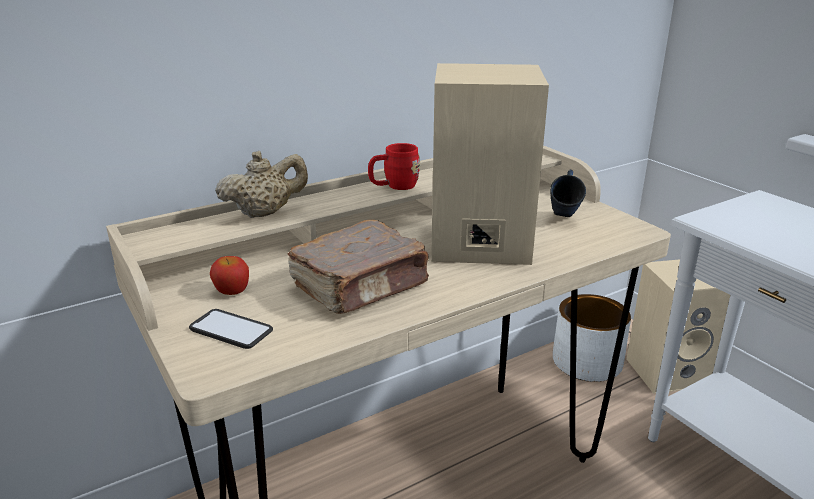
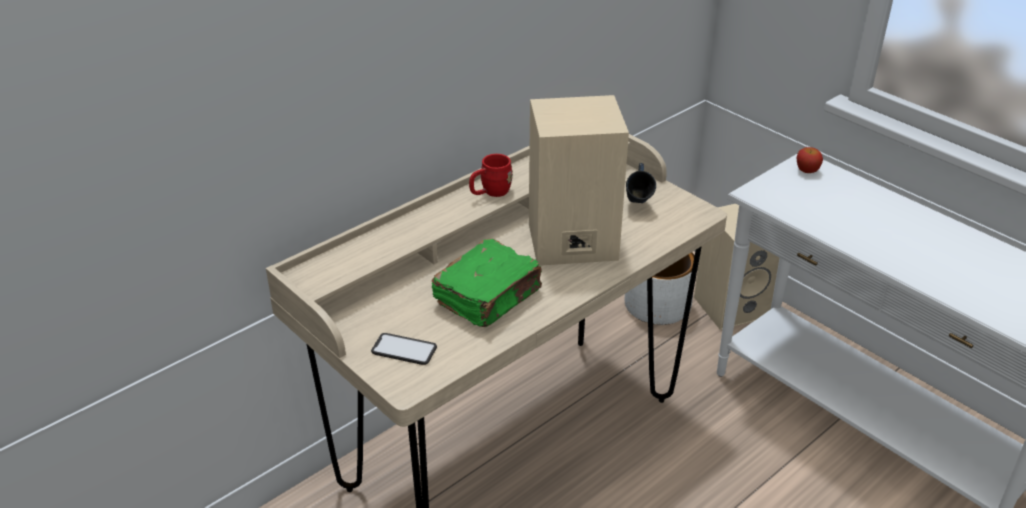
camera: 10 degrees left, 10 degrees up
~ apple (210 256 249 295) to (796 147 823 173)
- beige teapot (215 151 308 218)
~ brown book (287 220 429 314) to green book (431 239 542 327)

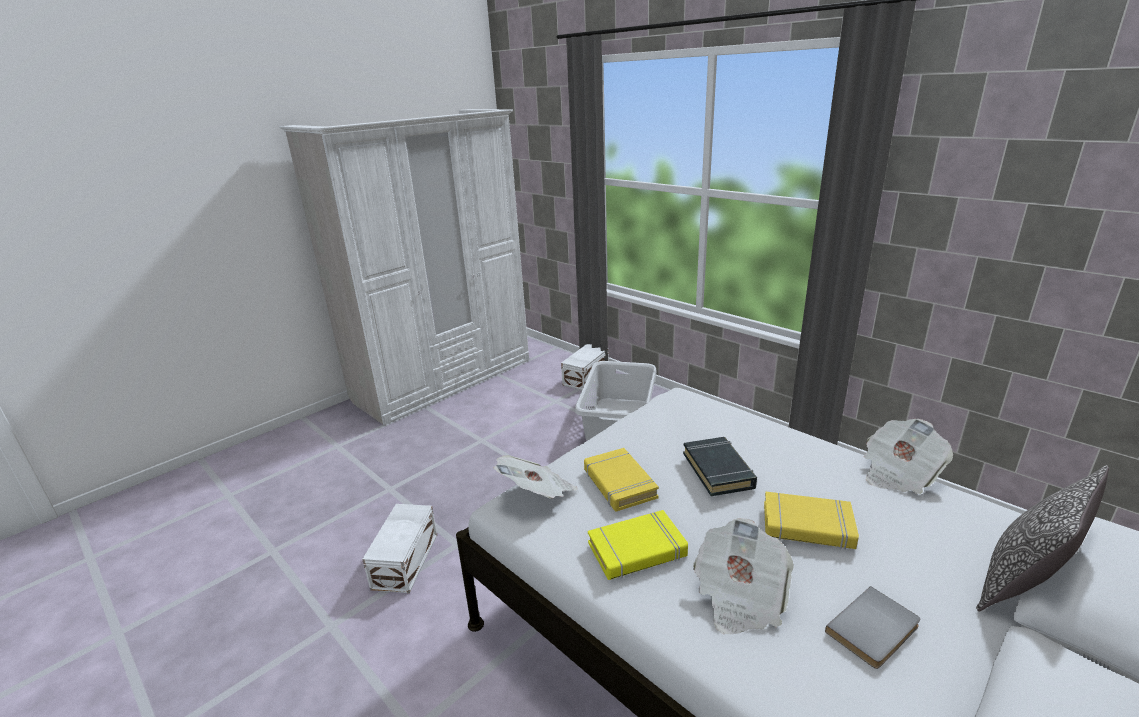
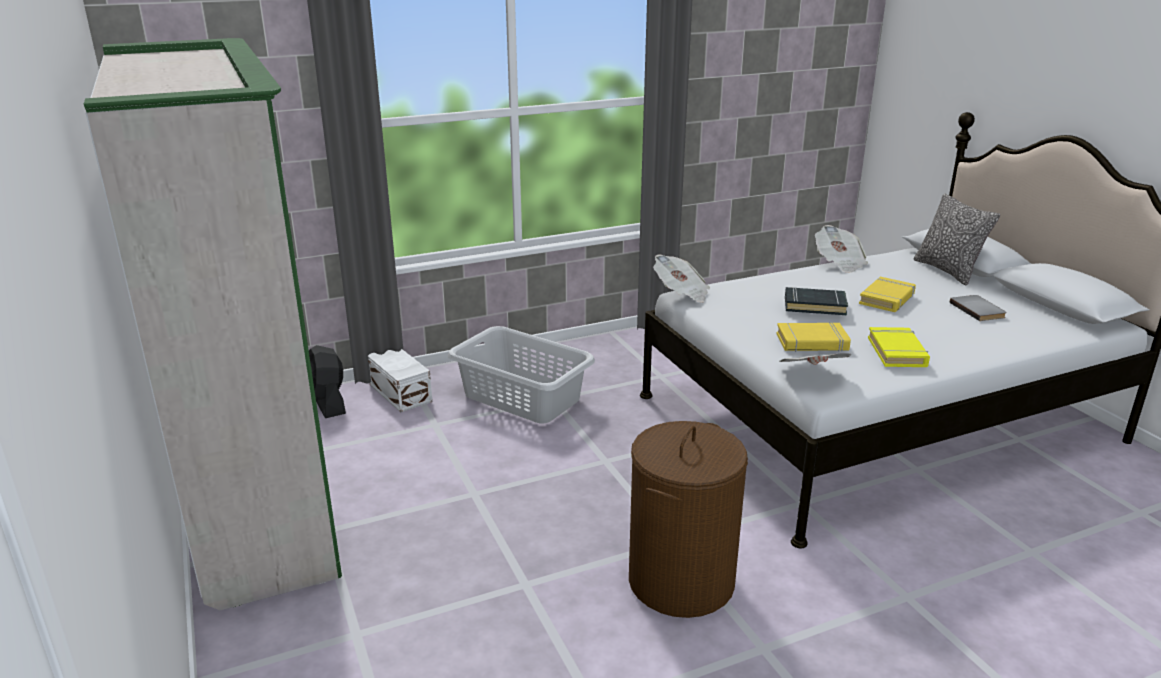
camera: 70 degrees left, 0 degrees up
~ white wardrobe (279 109 529 425) to green wardrobe (84 38 342 610)
~ white storage box (362 504 437 593) to brown laundry basket (629 421 748 618)
~ newspaper (693 518 794 634) to (654 254 710 303)
+ black fan (309 345 346 418)

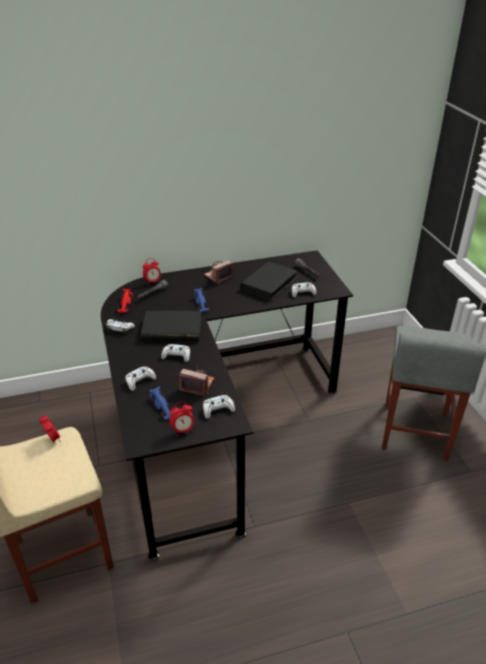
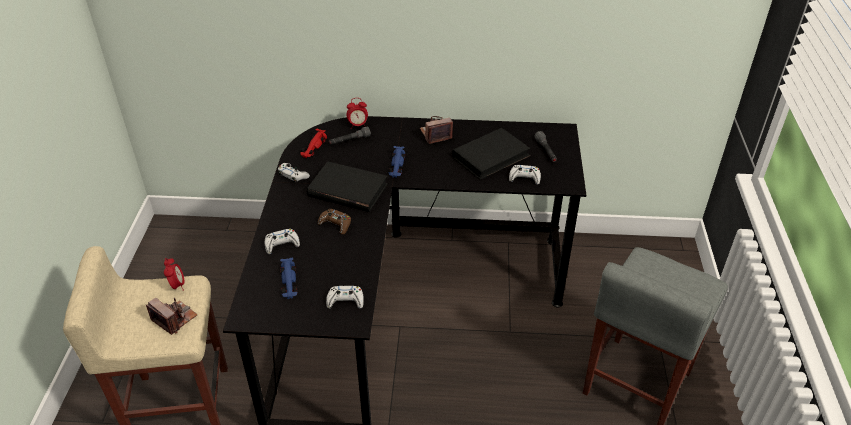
camera: 20 degrees right, 5 degrees up
~ white game controller (161 344 190 362) to brown game controller (317 209 351 235)
- alarm clock (169 402 194 436)
~ photo camera (179 366 214 396) to (146 298 198 335)

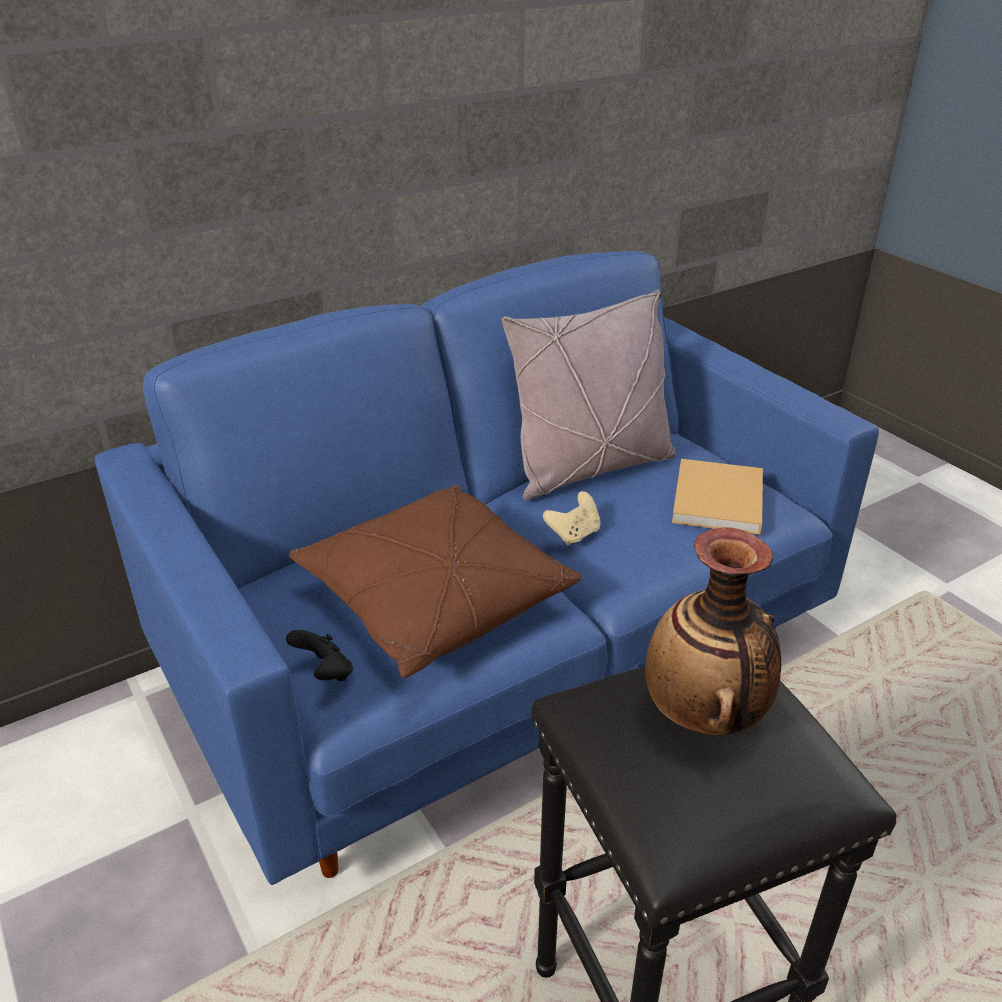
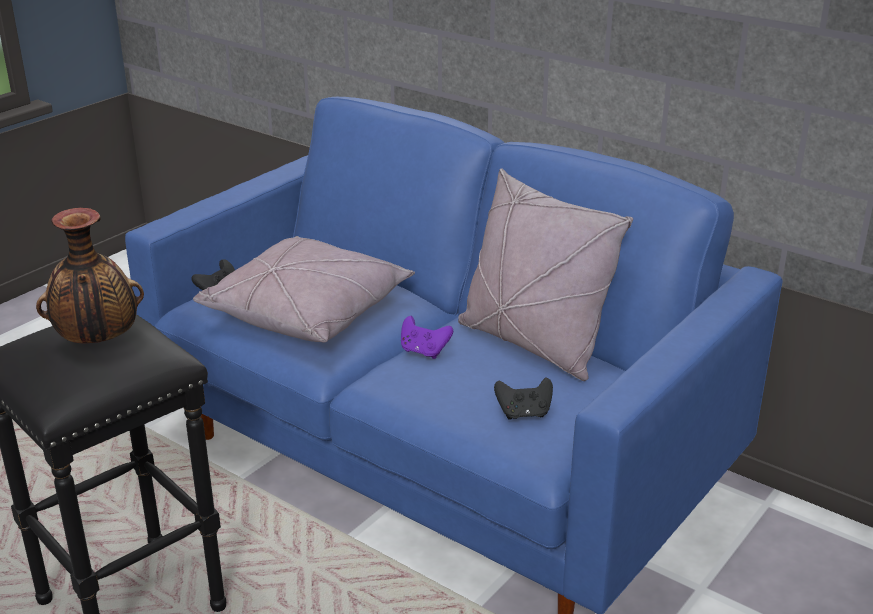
camera: 70 degrees right, 5 degrees down
~ brown pillow (289 485 581 678) to purple pillow (193 236 415 342)
~ beige game controller (543 491 601 545) to purple game controller (401 316 453 359)
~ beige book (672 459 763 535) to black game controller (494 378 553 420)

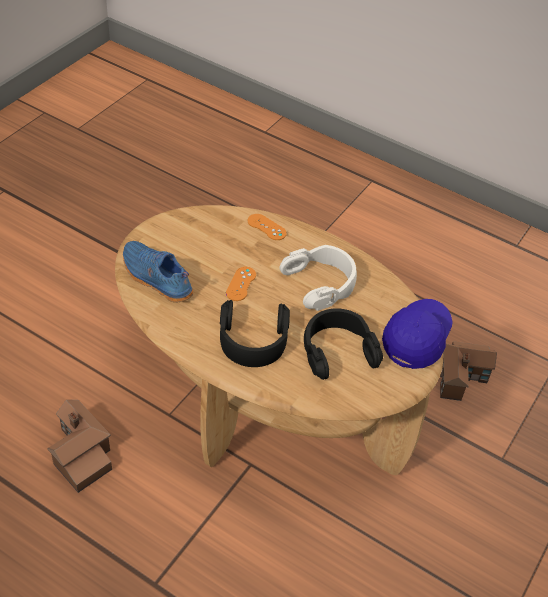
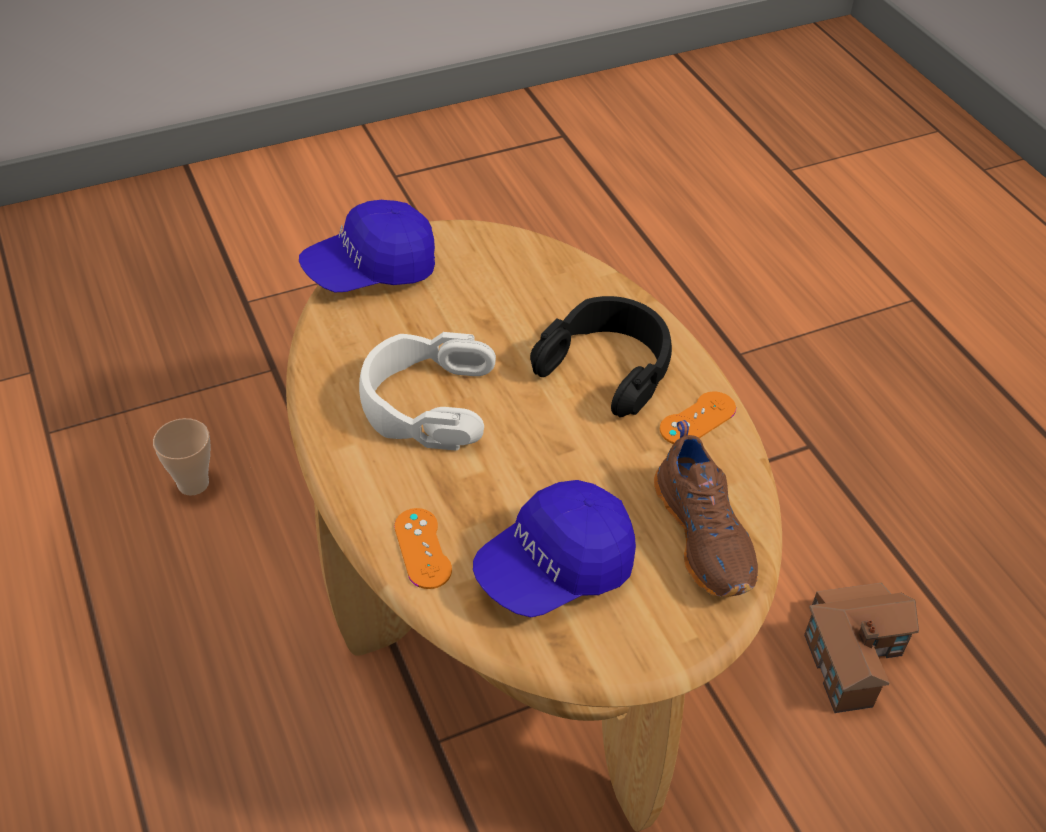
camera: 145 degrees left, 0 degrees up
~ blue shoe (123 241 194 303) to brown shoe (654 420 758 597)
~ orange game controller (226 267 256 301) to (660 392 736 444)
- black headphones (304 308 383 380)
~ toy house (440 341 497 401) to cup (153 418 211 495)
+ blue cap (473 480 636 617)

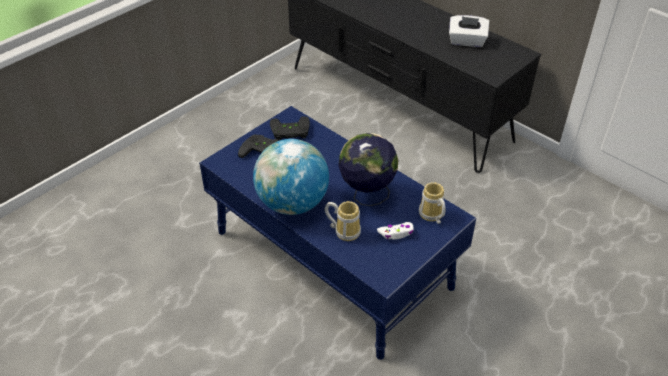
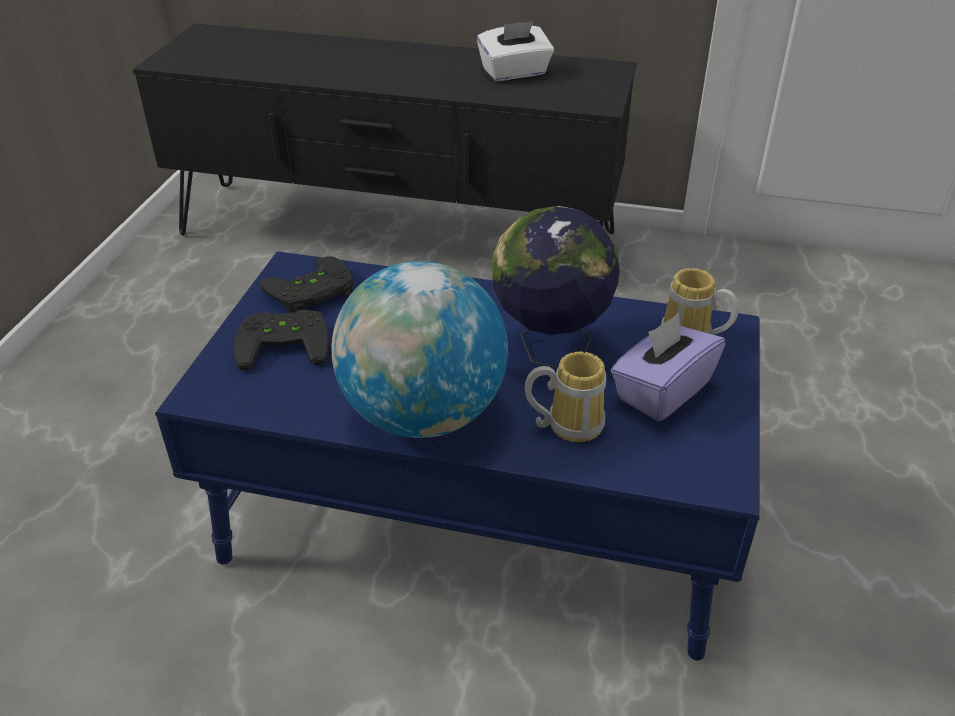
camera: 30 degrees left, 5 degrees down
~ white game controller (377 222 414 240) to purple tissue box (611 313 726 421)

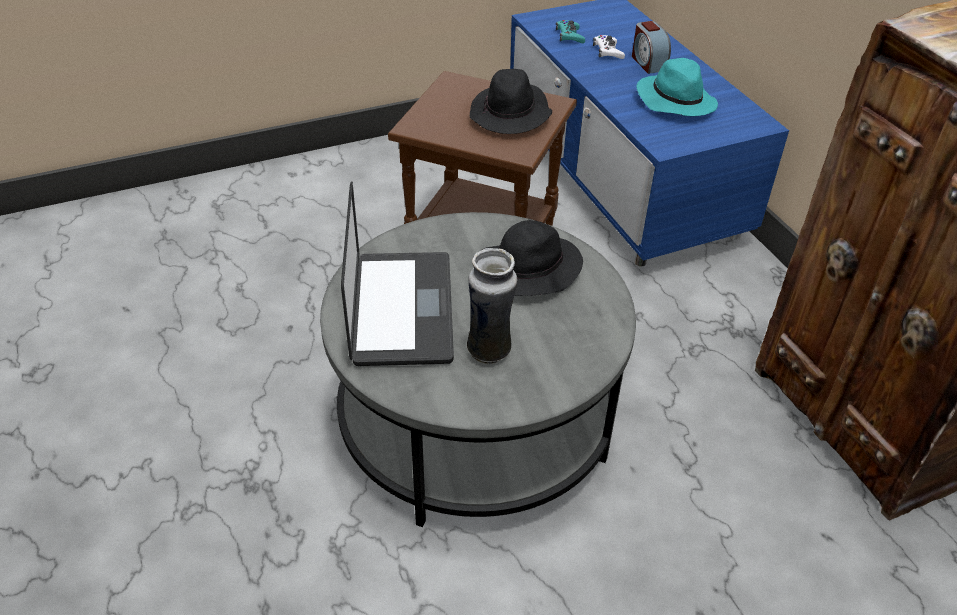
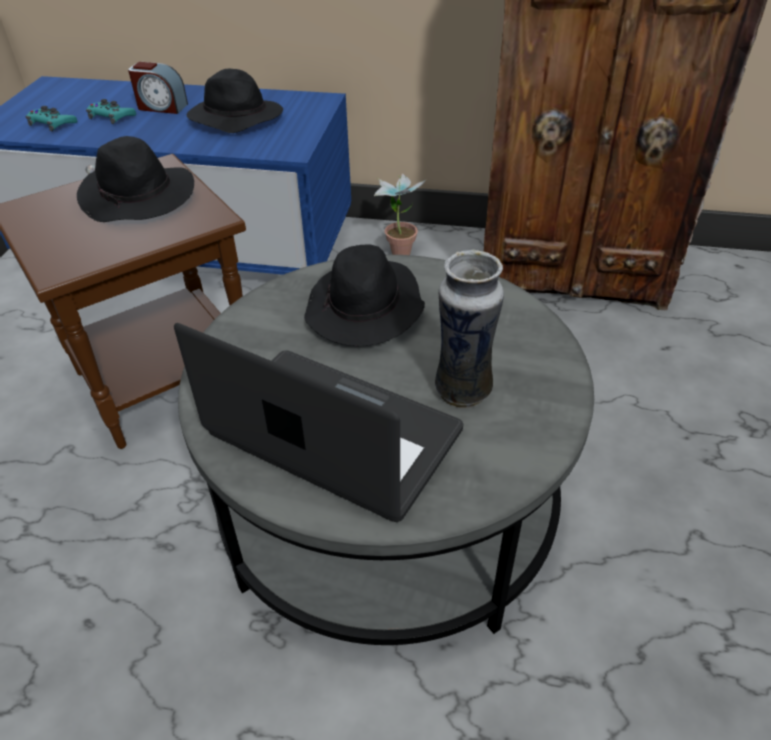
camera: 55 degrees left, 0 degrees up
~ white game controller (593 35 625 59) to turquoise game controller (86 99 136 124)
~ turquoise hat (636 58 718 116) to black hat (187 69 283 133)
+ potted plant (374 173 426 255)

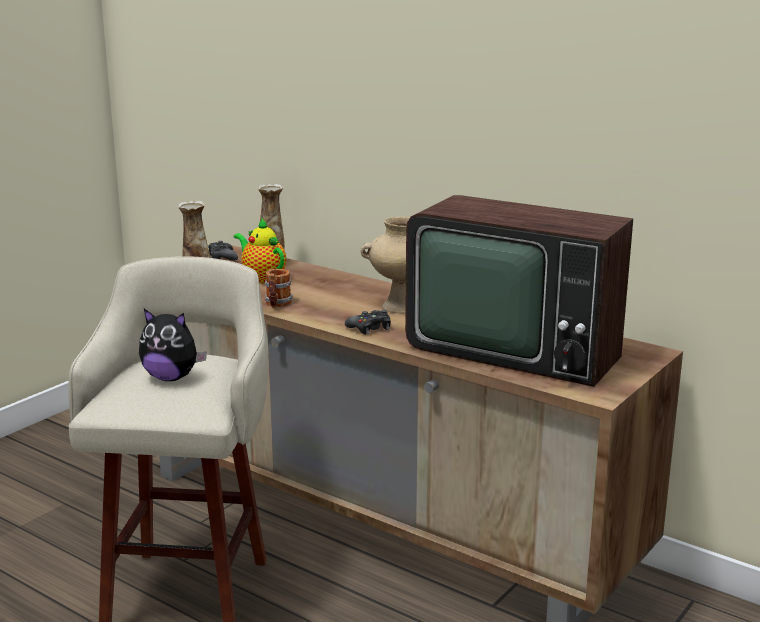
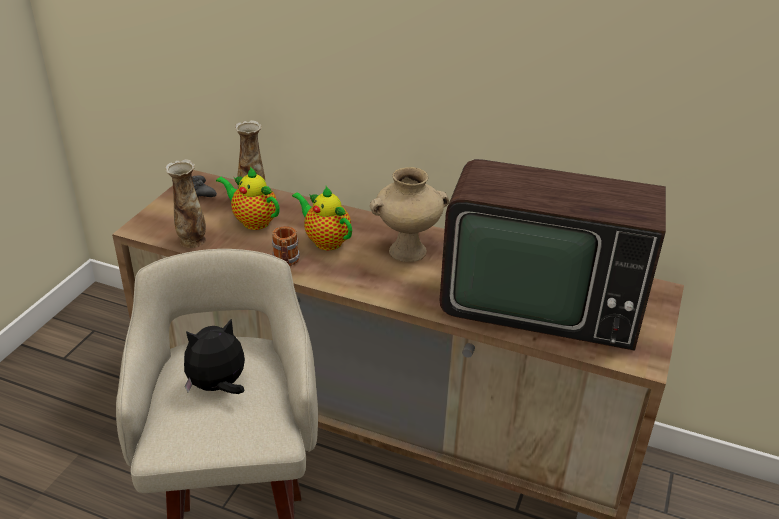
camera: 15 degrees left, 15 degrees up
~ plush toy (139 309 207 381) = (184 318 245 394) 150 degrees clockwise
- black game controller (345 310 391 335)
+ teapot (292 186 352 250)

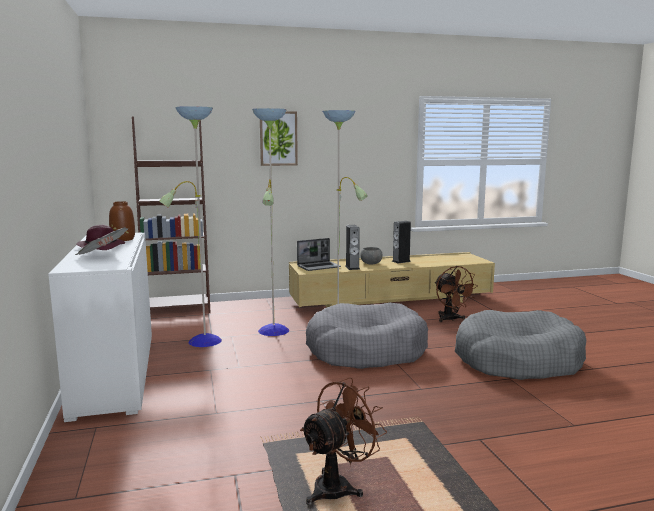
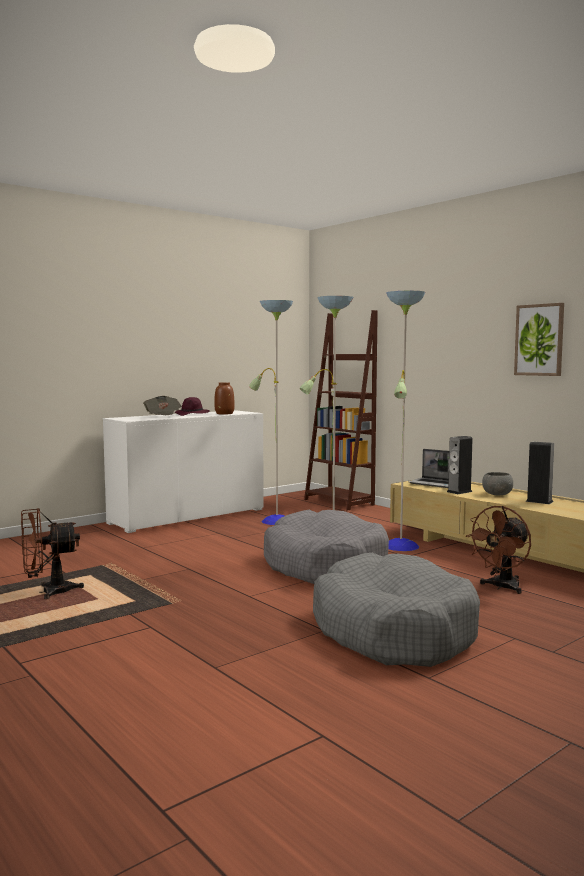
camera: 65 degrees right, 5 degrees down
~ picture (260 111 298 166) to (514 303 564 376)
~ brown fan (300 377 387 505) = (21 508 84 599) 135 degrees clockwise

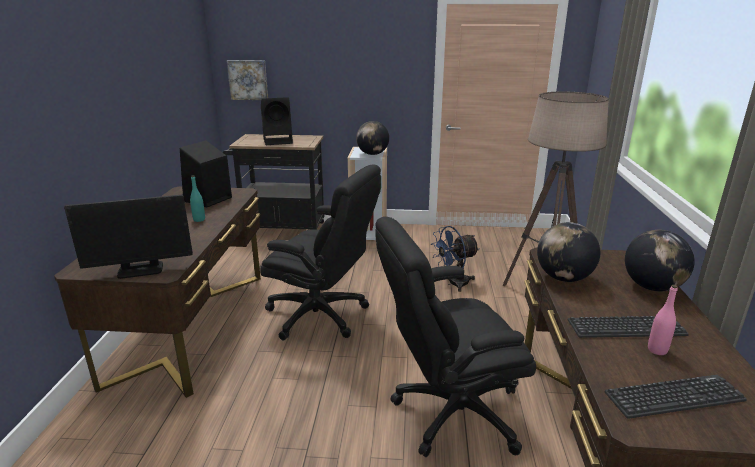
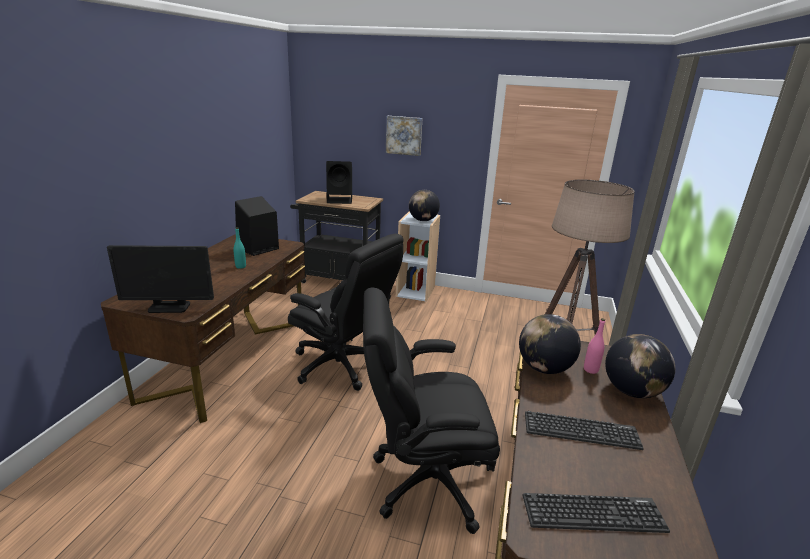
camera: 10 degrees right, 0 degrees up
~ picture (227 60 268 100) to (386 116 423 156)
- blue fan (431 226 479 292)
~ pink bottle (648 285 677 355) to (584 318 605 374)

